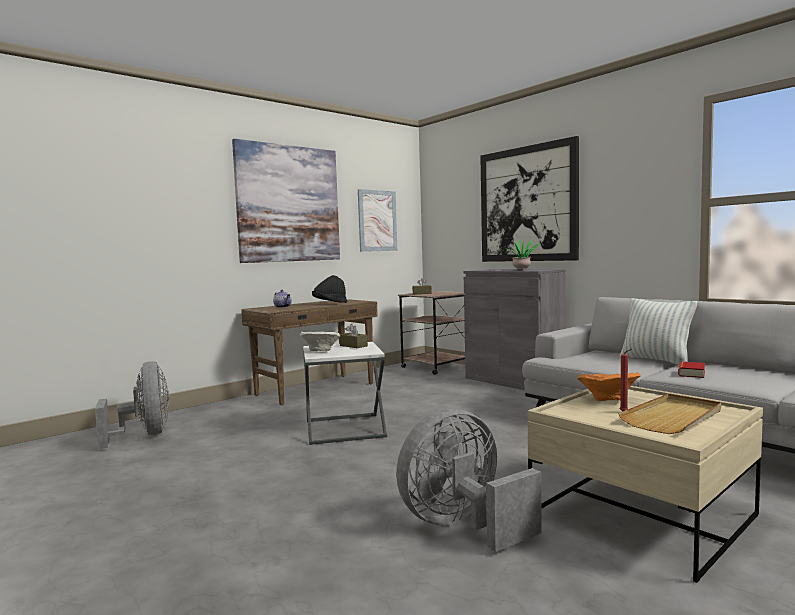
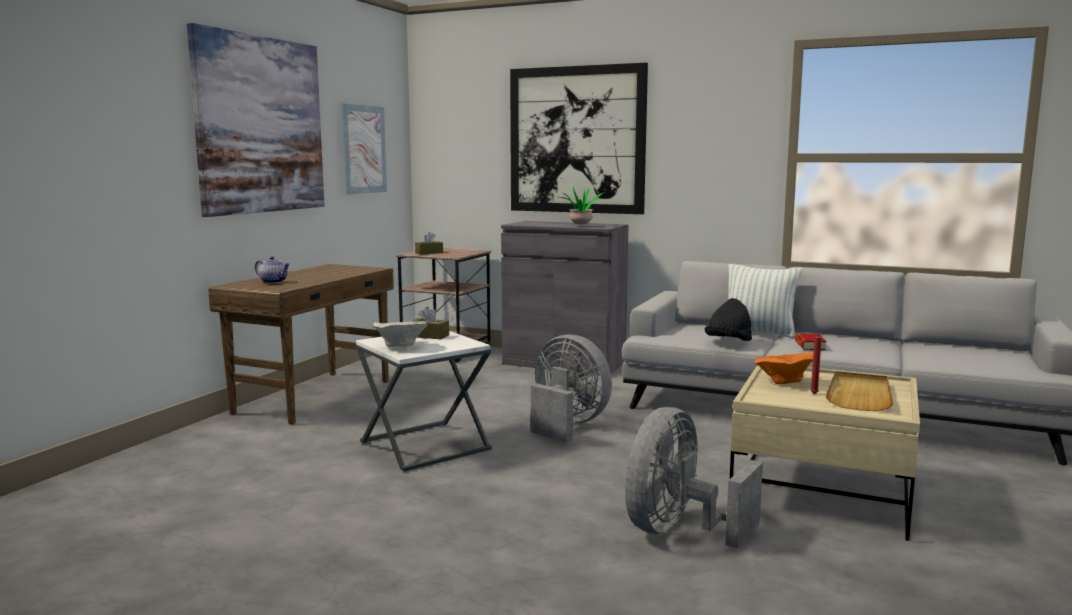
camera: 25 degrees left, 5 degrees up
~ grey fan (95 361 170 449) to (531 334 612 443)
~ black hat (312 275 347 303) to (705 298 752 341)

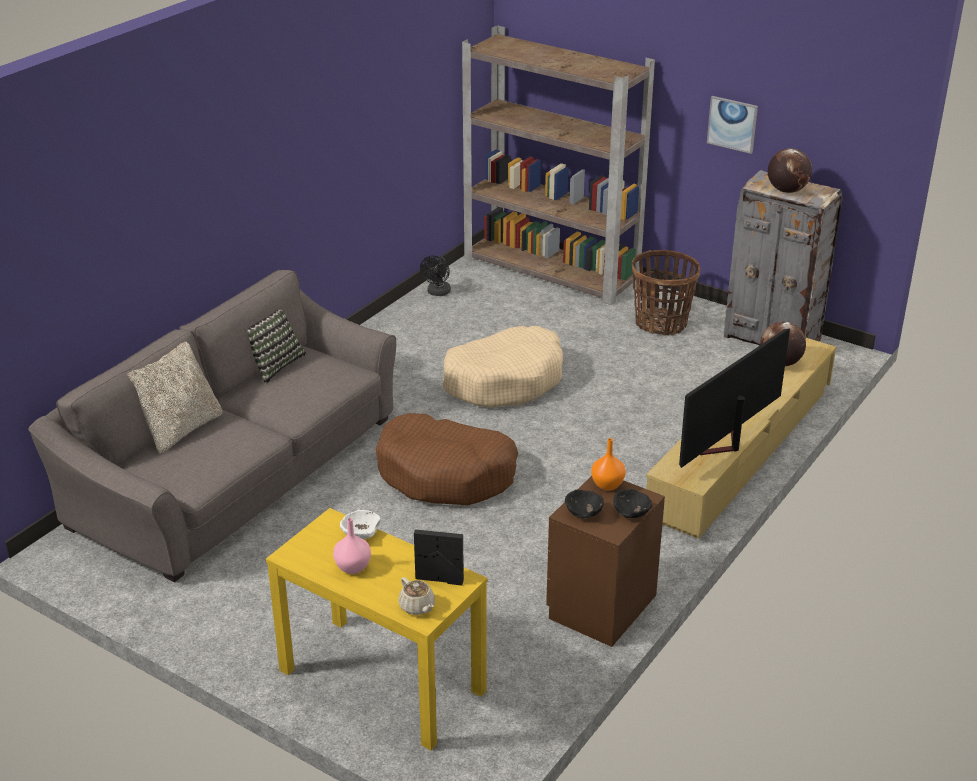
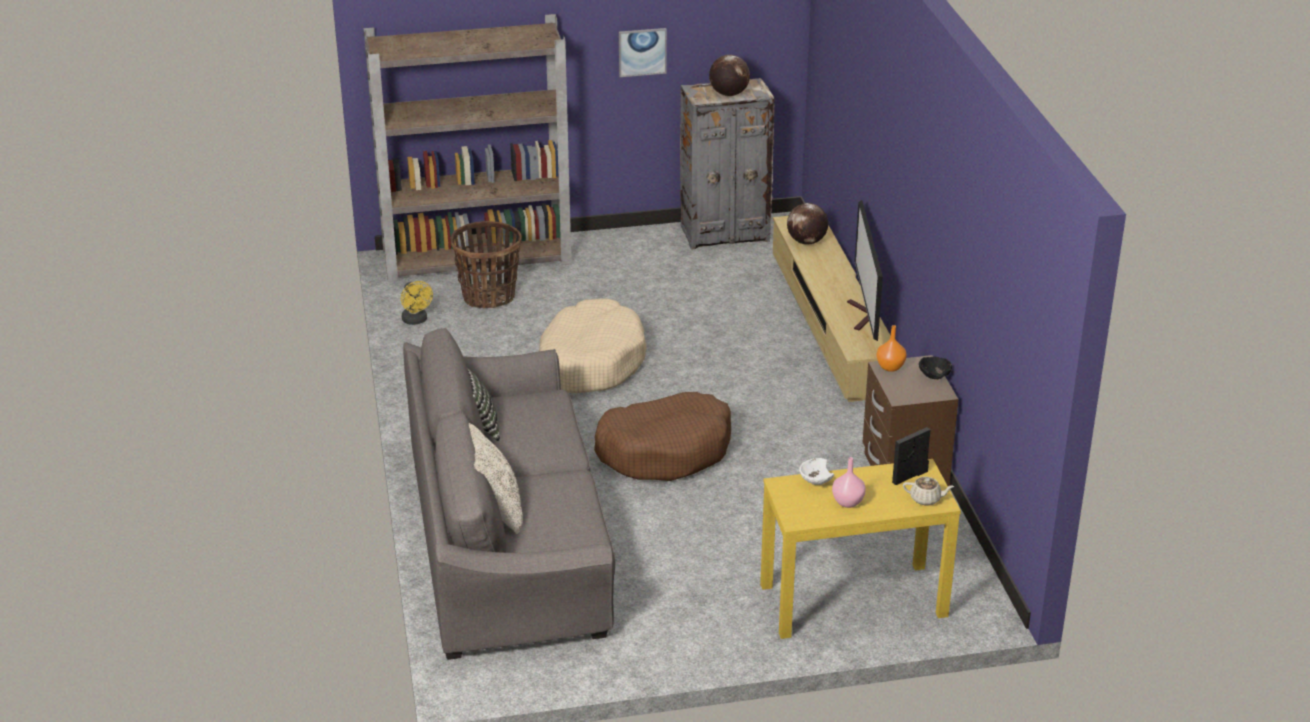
camera: 45 degrees left, 0 degrees up
~ black fan (420 255 451 296) to yellow fan (401 281 433 325)
- black bowl (565 490 604 519)
~ basket (632 250 700 335) to (451 221 522 308)

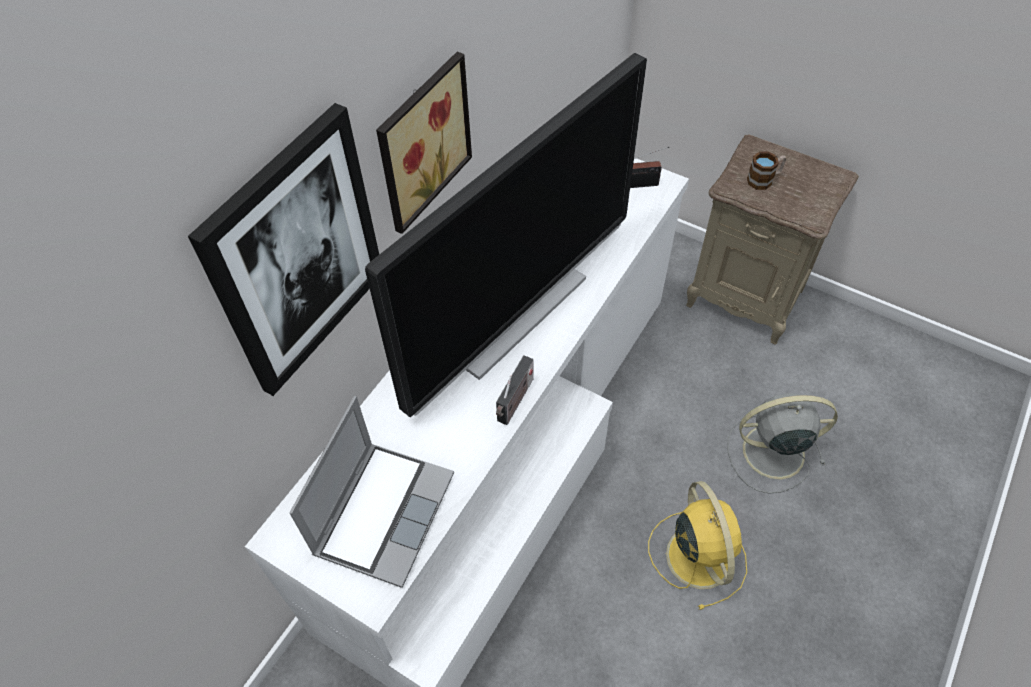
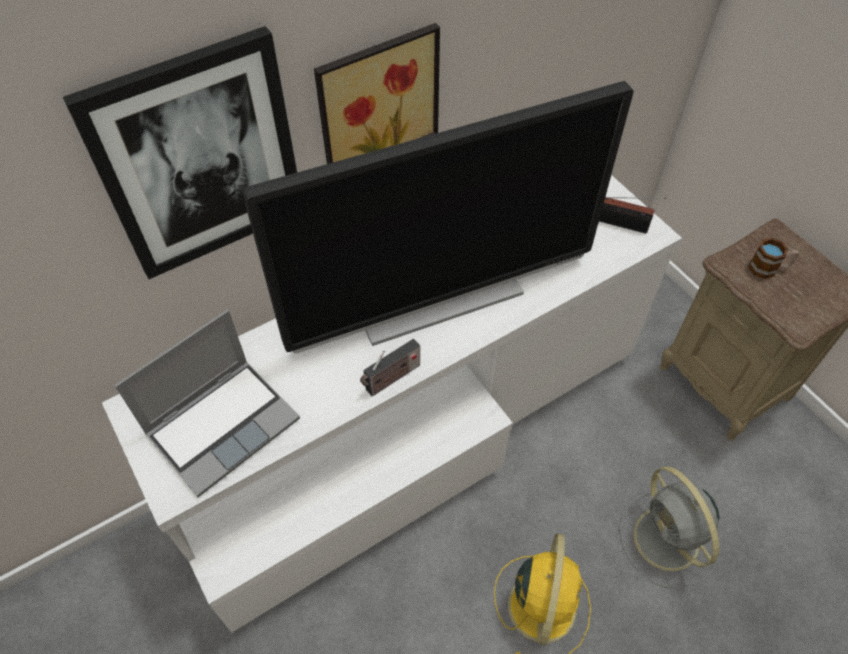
camera: 25 degrees right, 0 degrees up
~ grey fan (727 393 838 493) = (619 466 720 589) 135 degrees counterclockwise

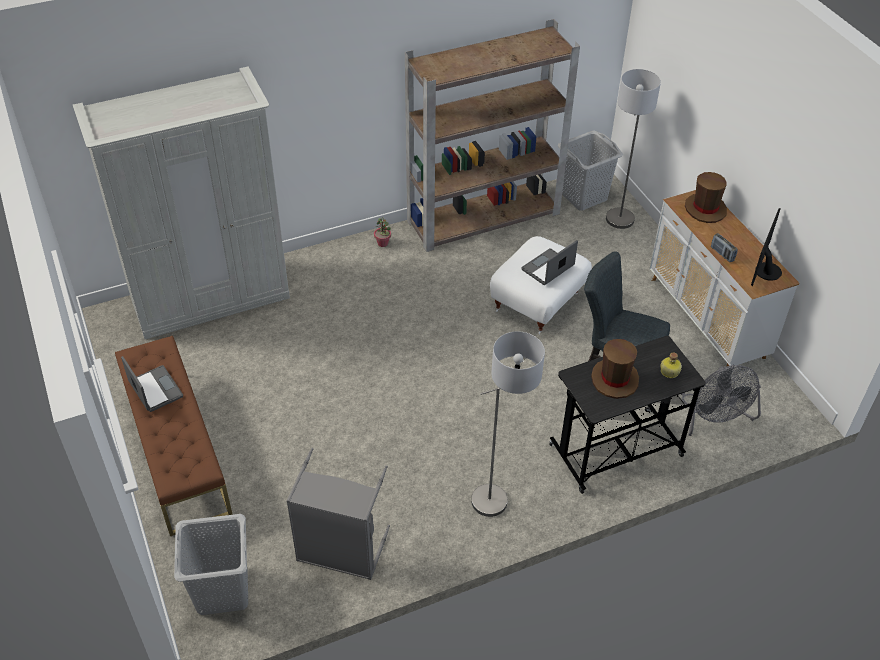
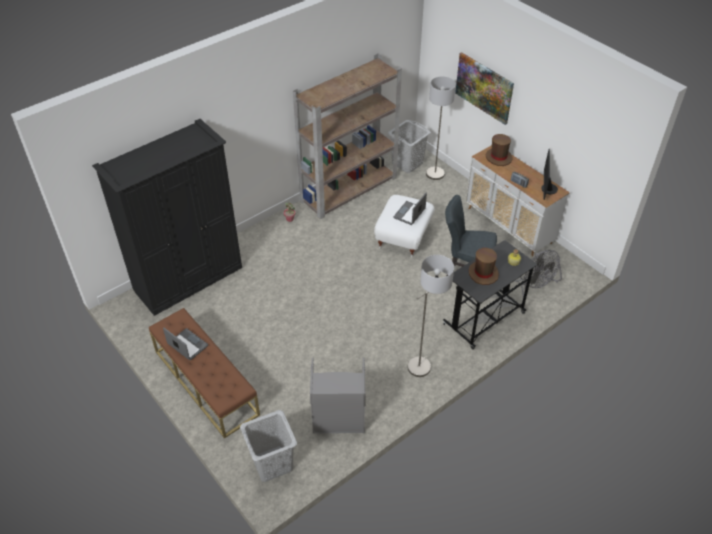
camera: 15 degrees left, 0 degrees up
~ white wardrobe (73 67 290 339) to black wardrobe (92 119 242 316)
+ picture (455 52 514 125)

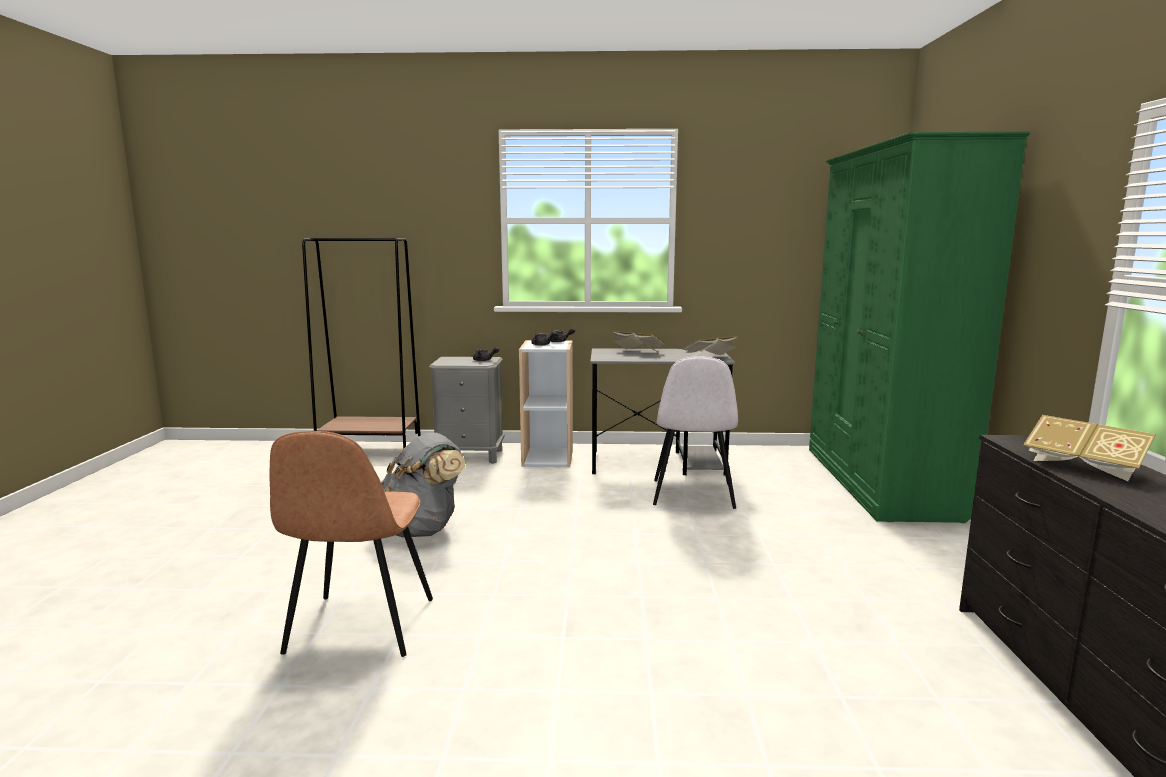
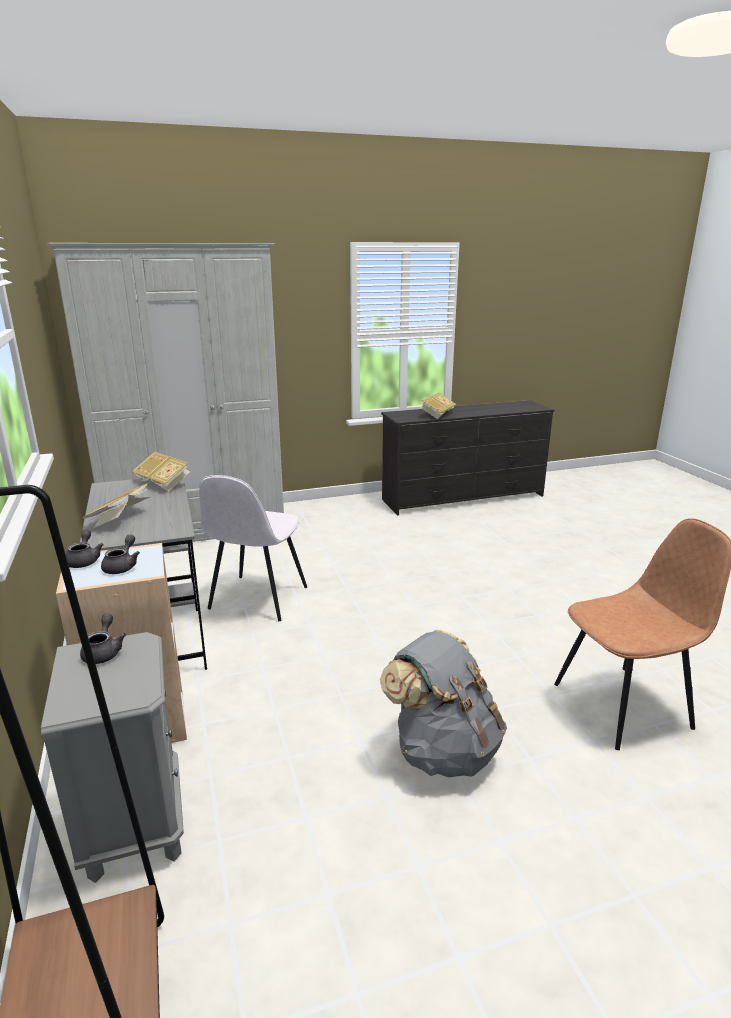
camera: 110 degrees left, 10 degrees up
~ white chair (653 356 738 509) = (199 475 307 621) 120 degrees clockwise
~ green wardrobe (809 132 1030 523) to white wardrobe (47 243 284 542)

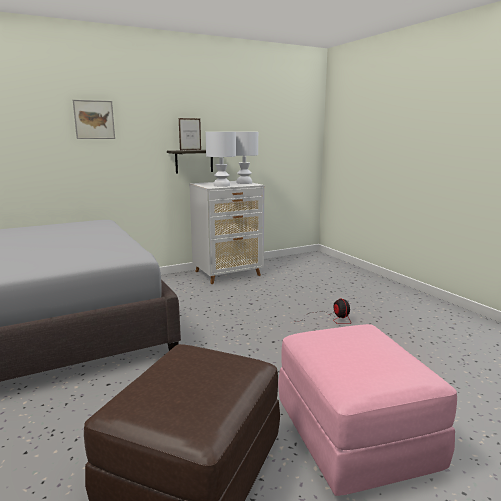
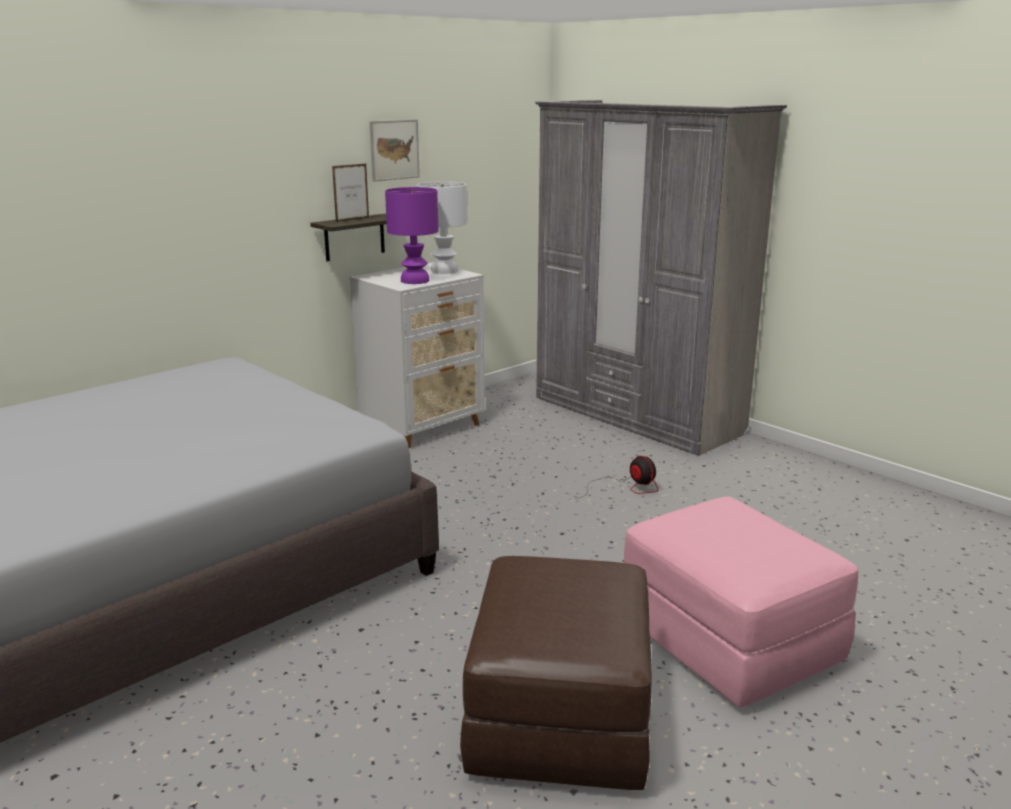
camera: 15 degrees left, 5 degrees up
~ picture (73 100 115 139) to (369 119 420 182)
~ white table lamp (206 132 236 187) to purple table lamp (385 187 438 284)
+ grey wardrobe (535 100 787 456)

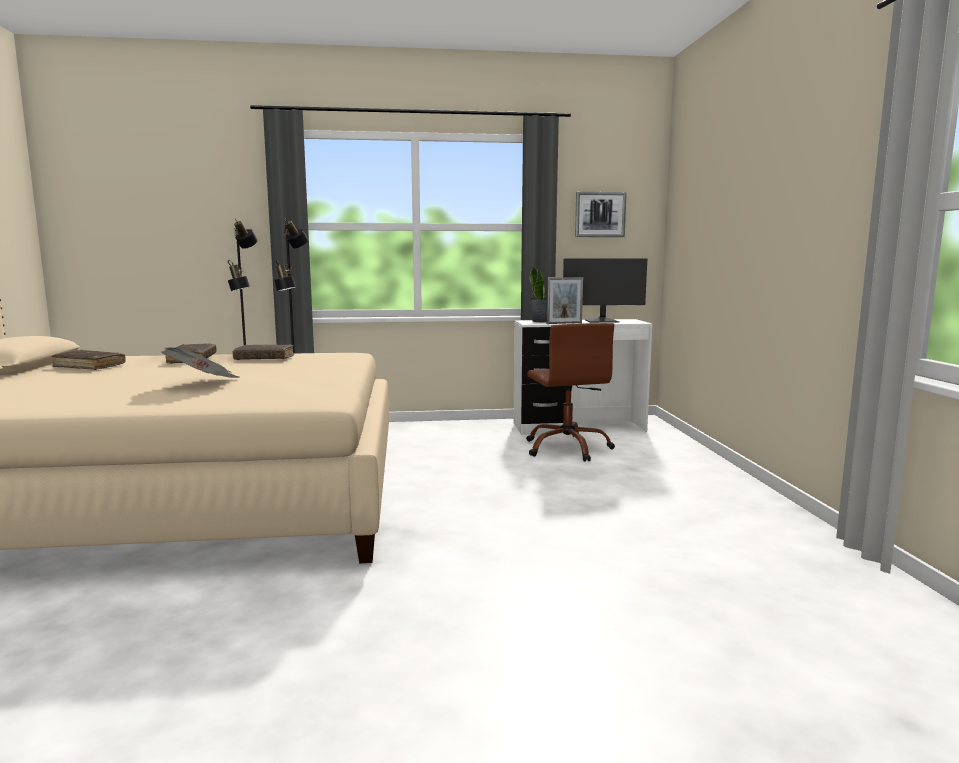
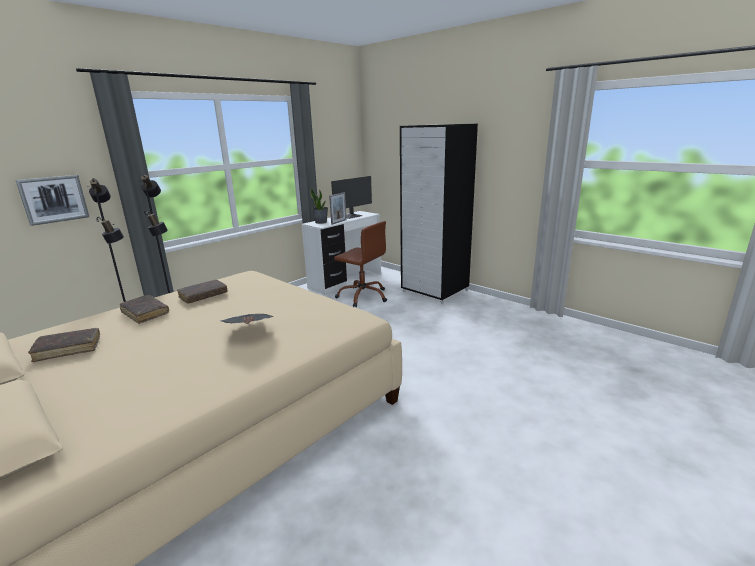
camera: 40 degrees left, 10 degrees up
~ picture (575 192 627 237) to (16 175 89 226)
+ wardrobe (400 124 478 304)

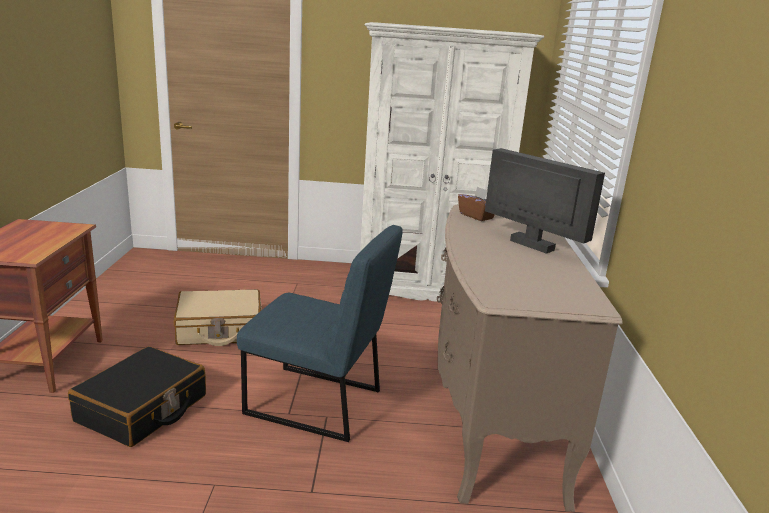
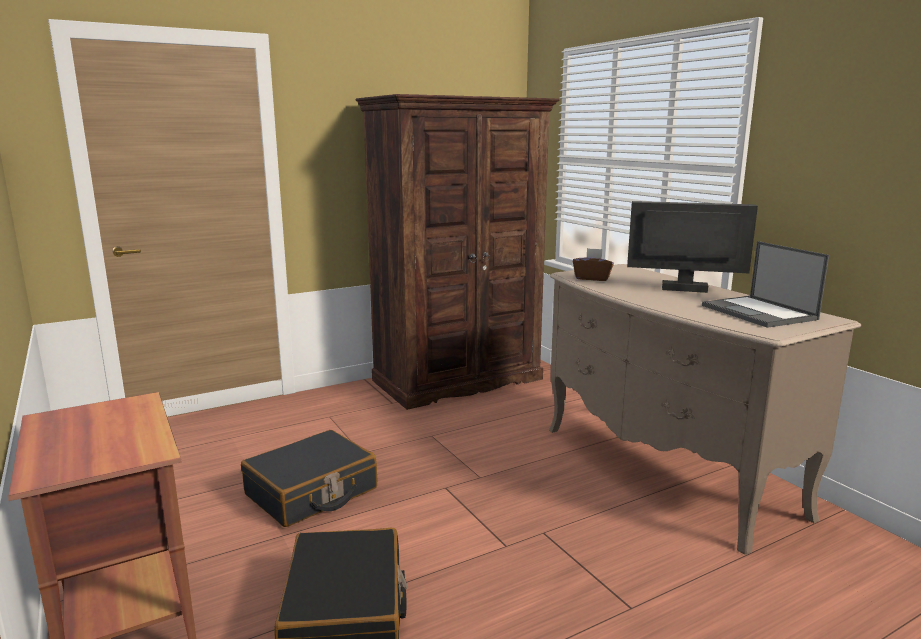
camera: 30 degrees left, 5 degrees down
~ beige suitcase (174 289 262 346) to black suitcase (241 430 377 527)
- blue chair (237 225 403 442)
~ white wardrobe (360 22 544 302) to brown wardrobe (356 94 559 410)
+ laptop (702 241 829 328)

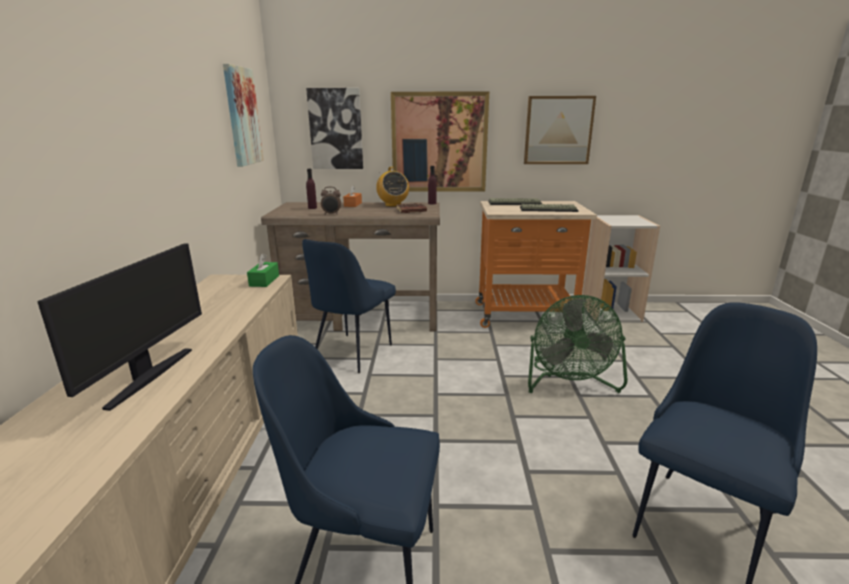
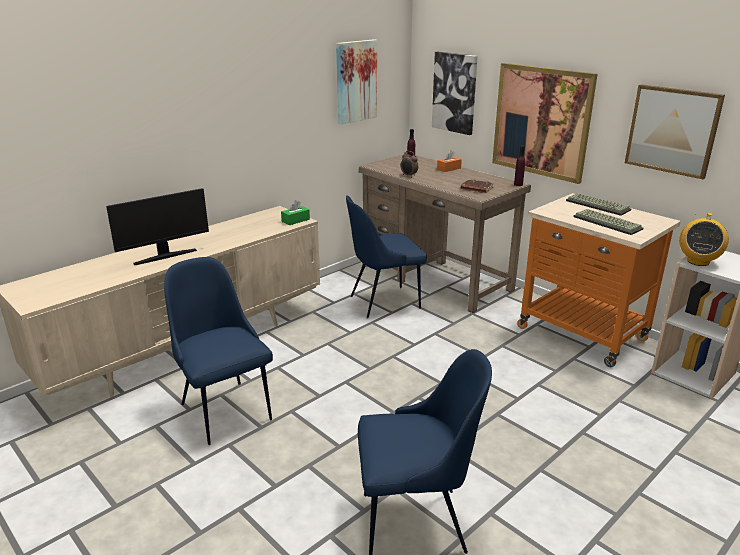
camera: 45 degrees right, 5 degrees up
~ radio (376 167 409 207) to (679 213 729 266)
- green fan (528 295 628 393)

